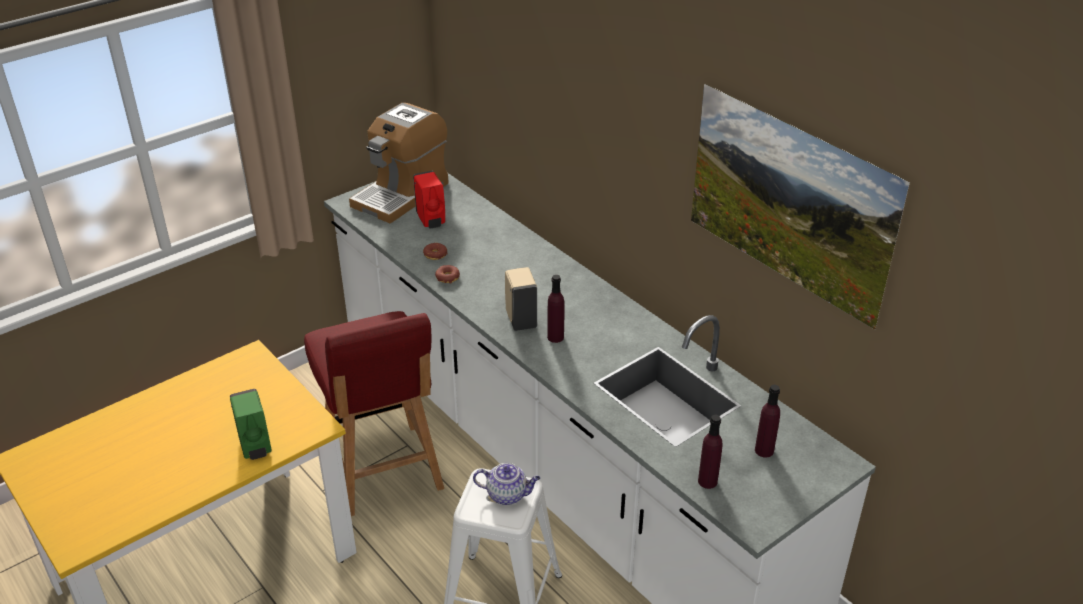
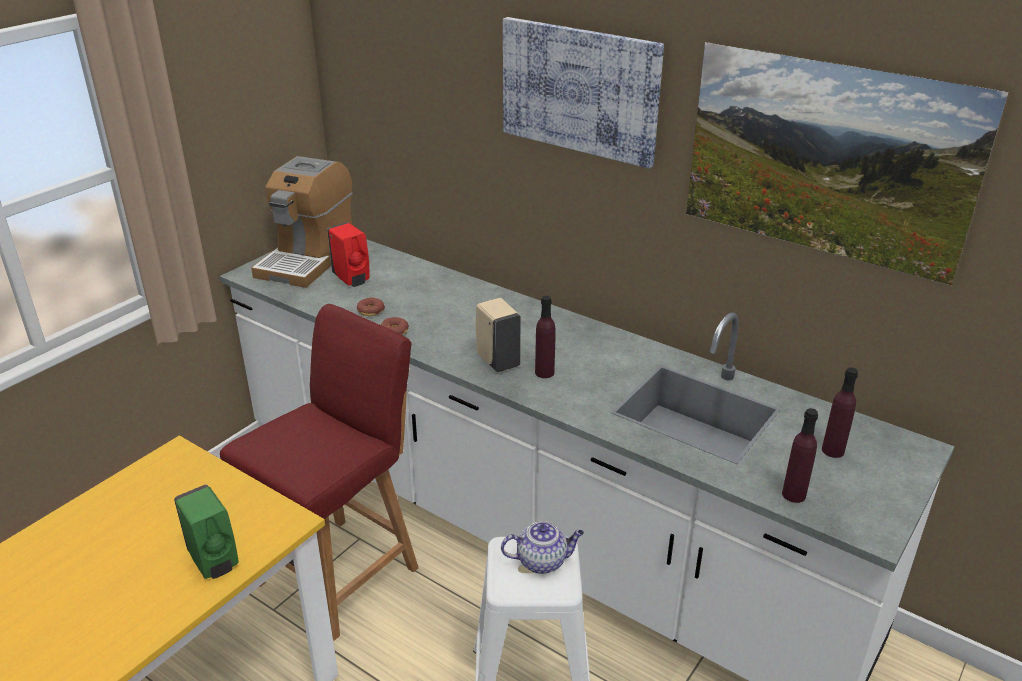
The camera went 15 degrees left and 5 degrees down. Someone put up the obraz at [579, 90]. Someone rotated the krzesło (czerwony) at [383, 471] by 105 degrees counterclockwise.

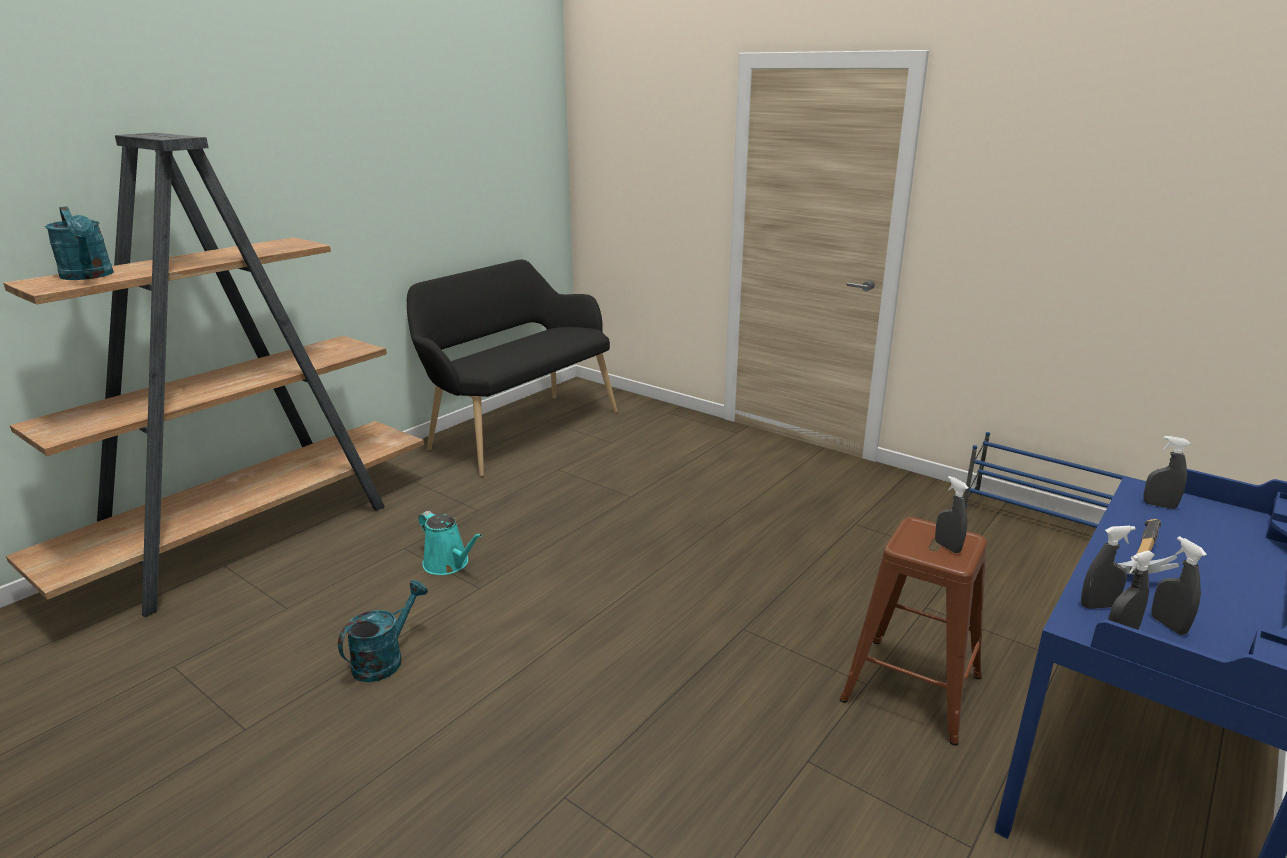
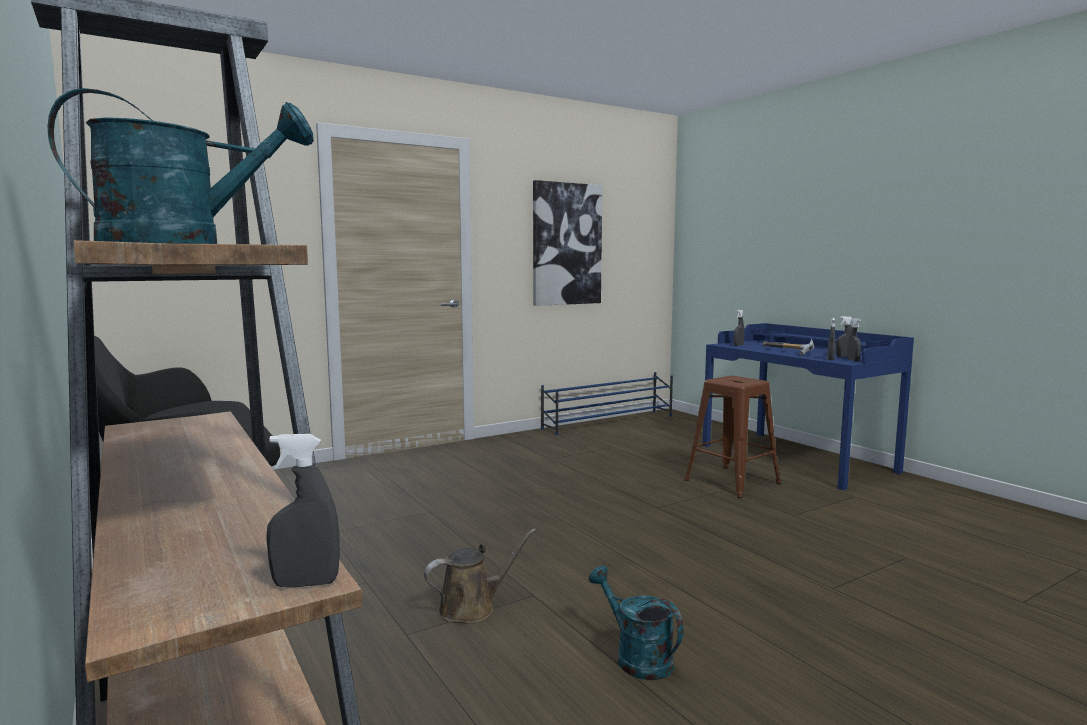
The camera went 70 degrees left and 15 degrees down. Someone put up the obraz at [566, 244]. Someone carried the spryskiwacz (szary) from [947, 547] to [306, 583]. Someone repainted the konewka (turkusowy) at [449, 564], which became the konewka (brązowy) at [472, 608].

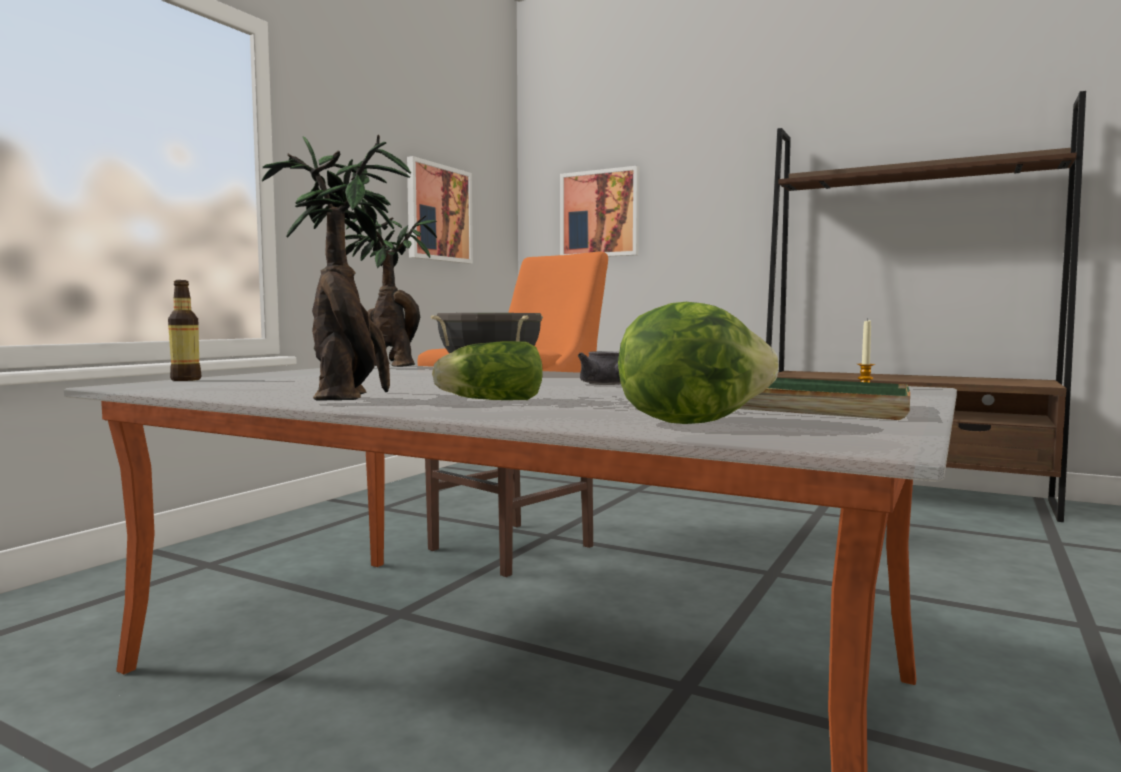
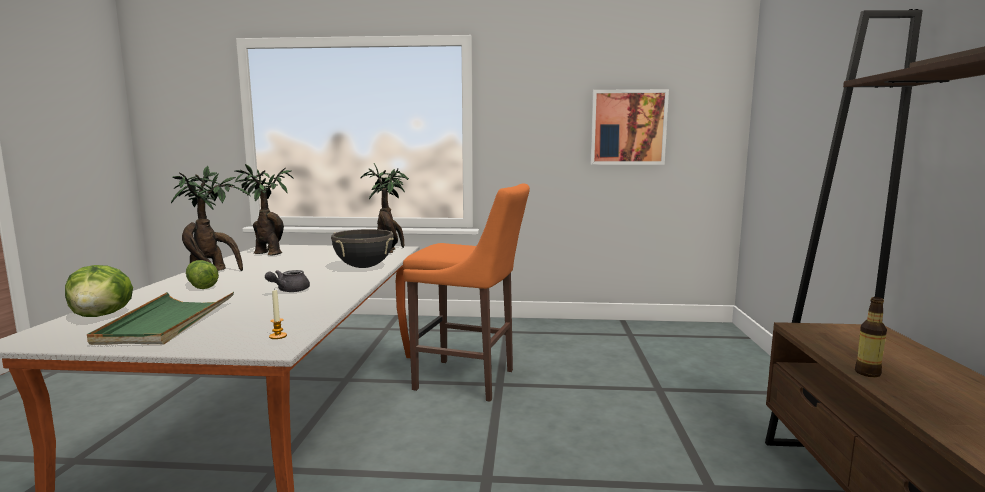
The camera went 65 degrees right and 5 degrees up. Someone took away the obraz at [600, 214]. Someone put down the roślina doniczkowa at [267, 254]. Someone carried the butelka from [185, 380] to [867, 373].

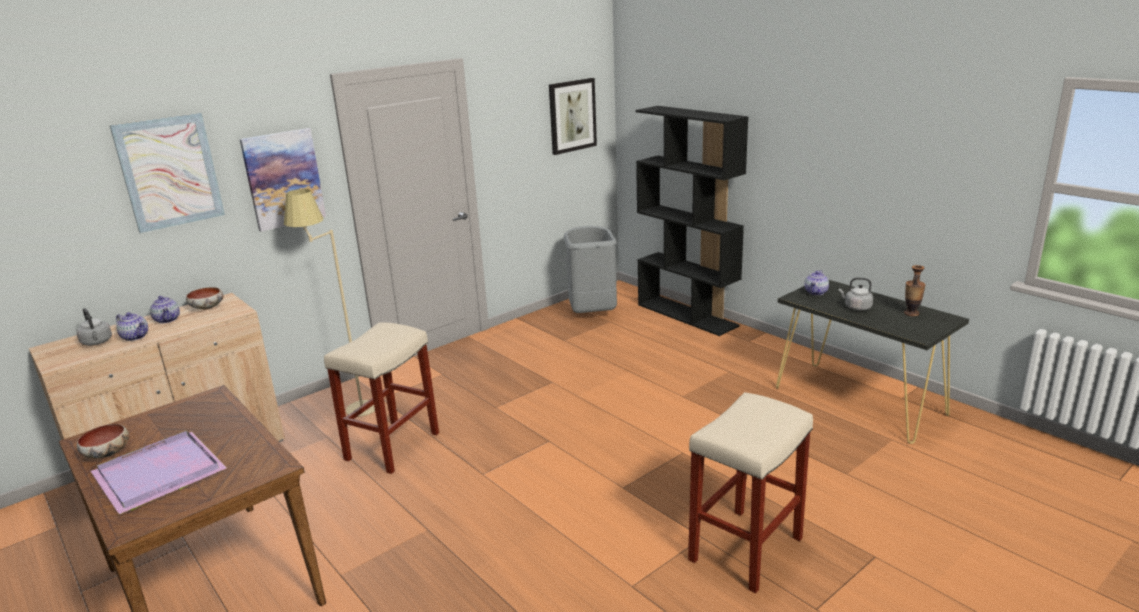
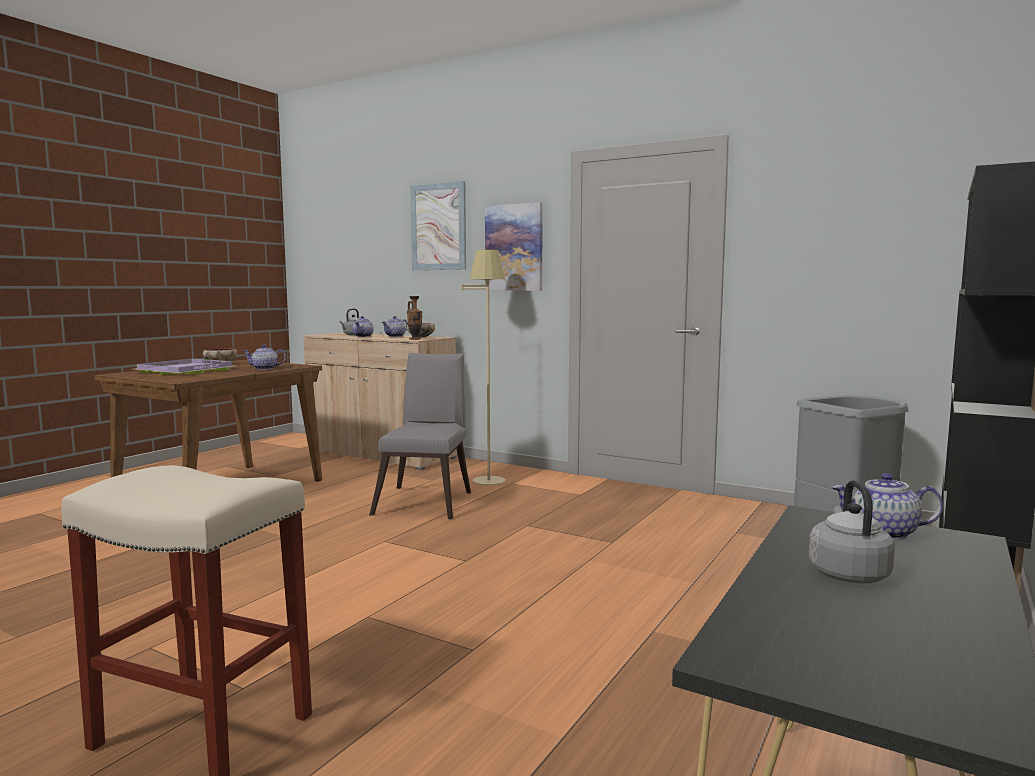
The camera went 70 degrees right and 15 degrees down. Someone took away the obraz at [572, 116]. Someone put down the imbryk at [265, 368]. Someone carried the wazon from [911, 313] to [415, 339]. Someone swapped the stołek (beżowy) at [393, 445] for the krzesło (szary) at [427, 501].

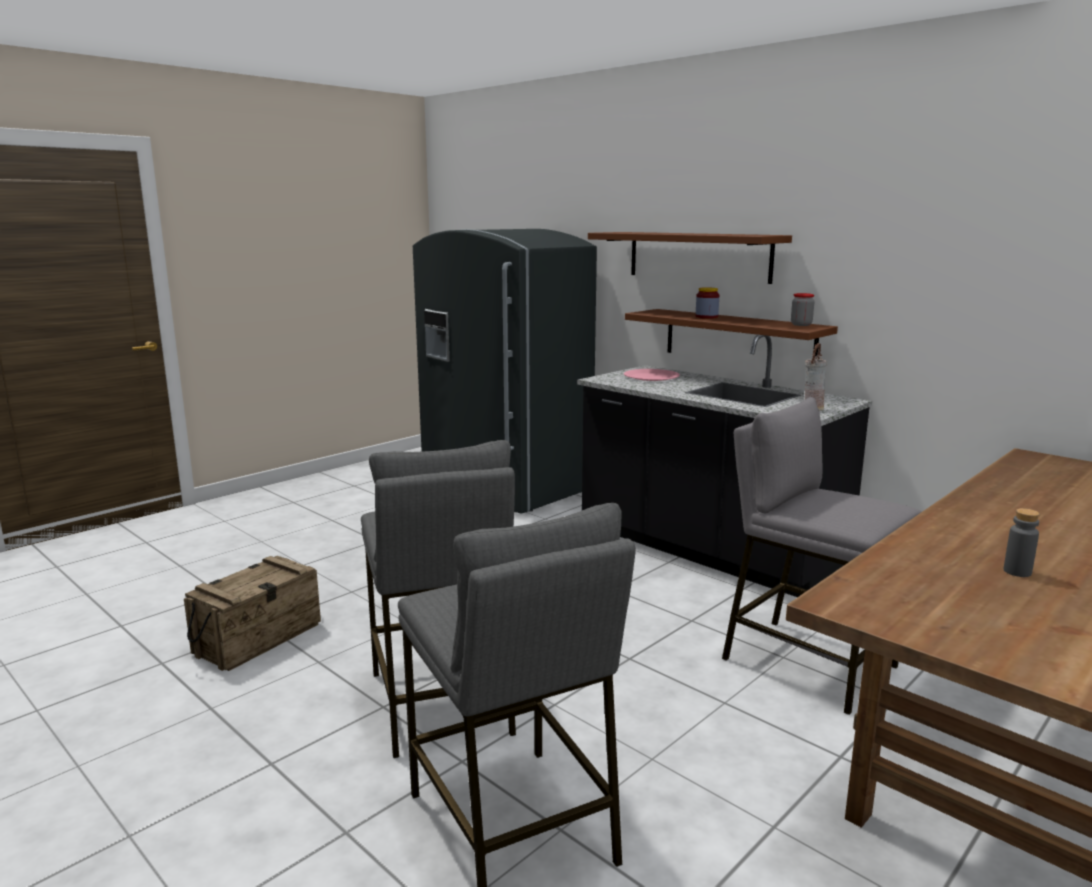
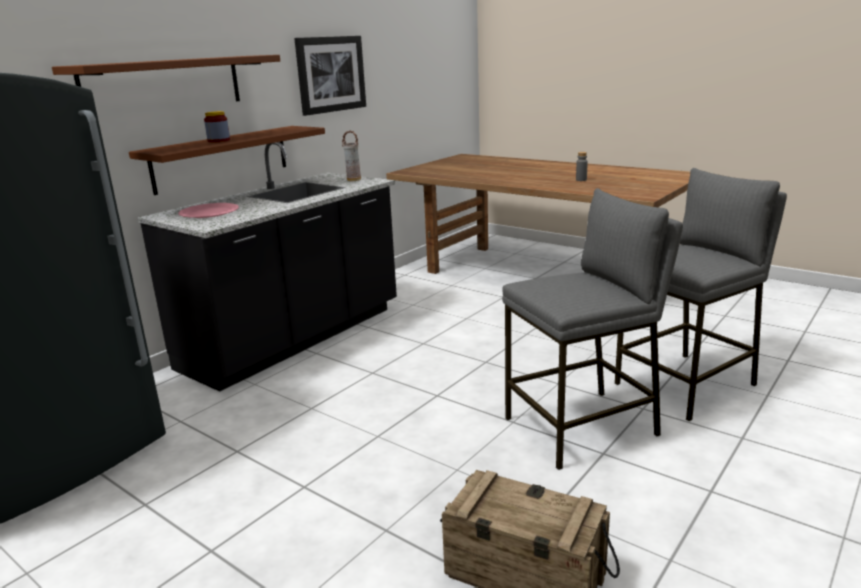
The camera went 95 degrees left and 5 degrees up. Someone took away the stołek (szary) at [808, 662]. Someone took away the słoik at [801, 325]. Someone put up the obraz at [330, 74].

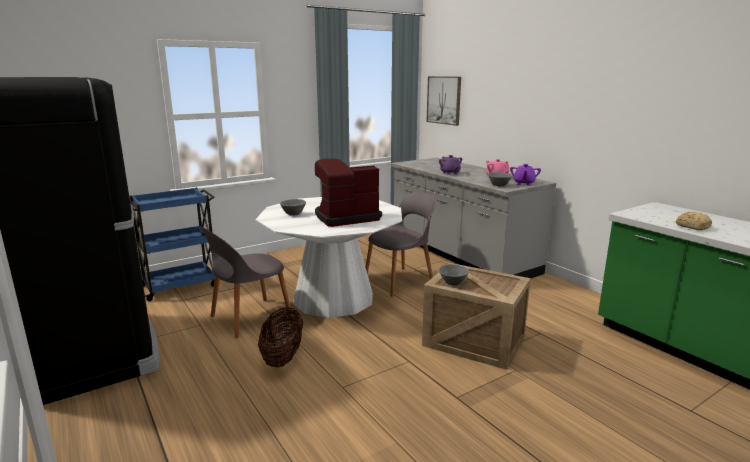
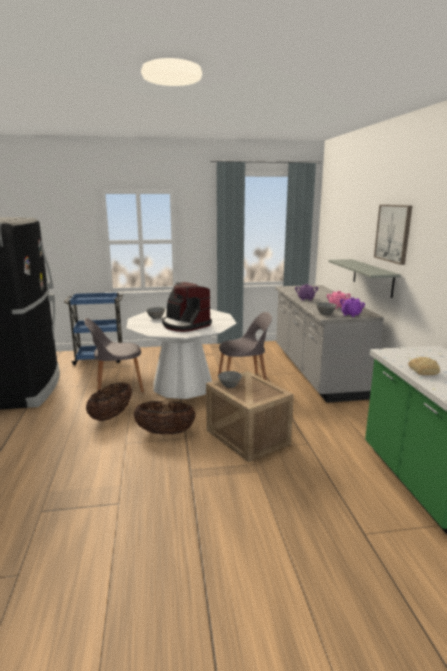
The camera went 25 degrees right and 0 degrees up. Someone put down the koszyk at [165, 432]. Someone put up the półka (szary) at [372, 277]. Someone carried the obraz from [444, 100] to [393, 233]. Someone rotated the ekspres do kawy at [345, 217] by 135 degrees counterclockwise.

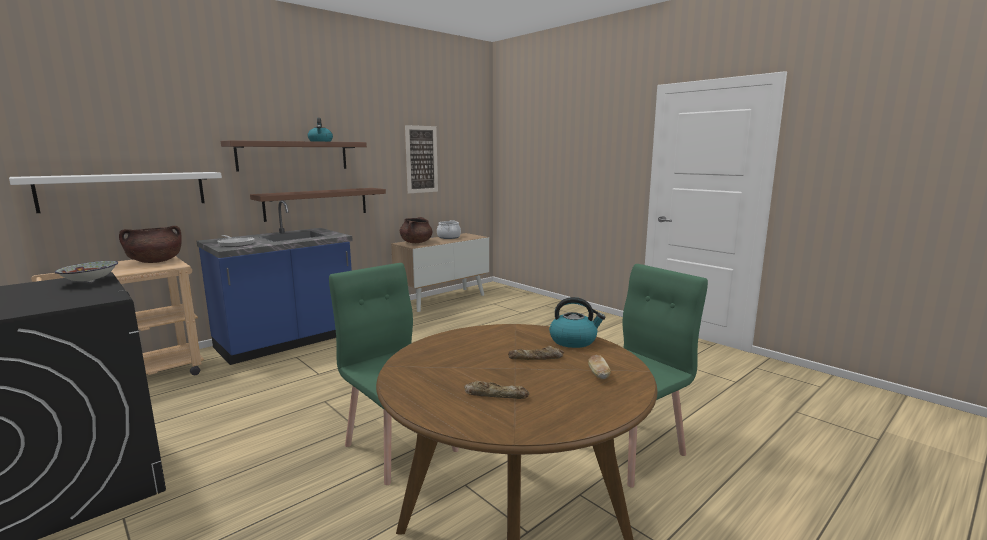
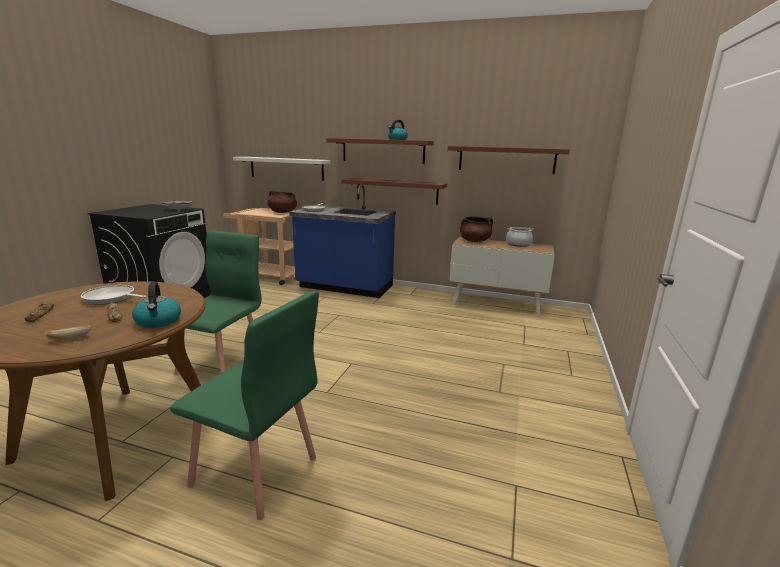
The camera went 60 degrees right and 5 degrees up. Someone put down the patelnia at [111, 298]. Someone swapped the obraz at [421, 159] for the półka (brązowy) at [506, 159].

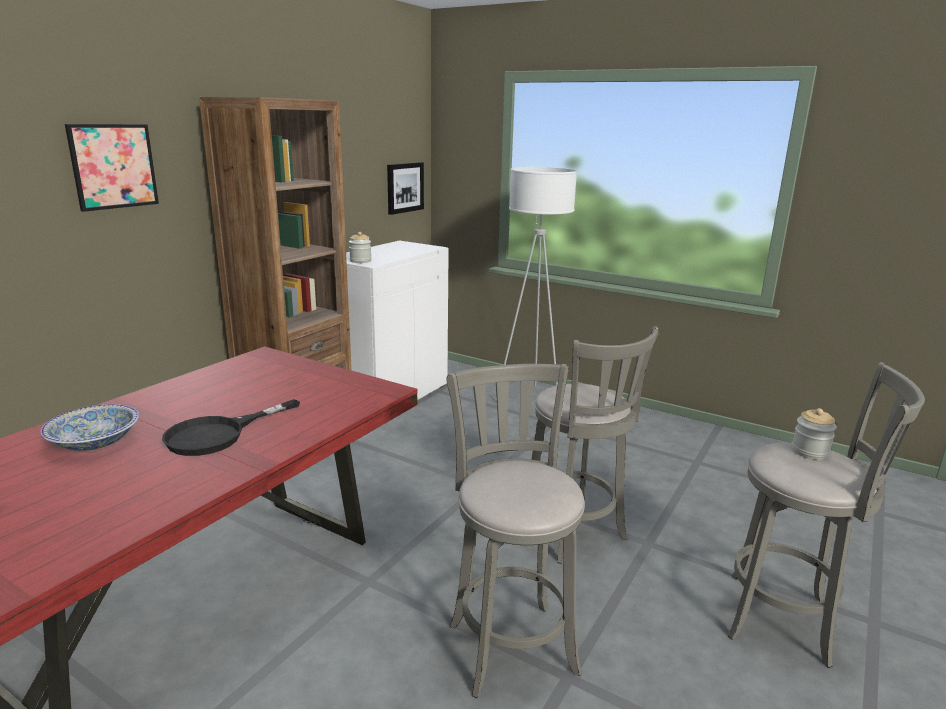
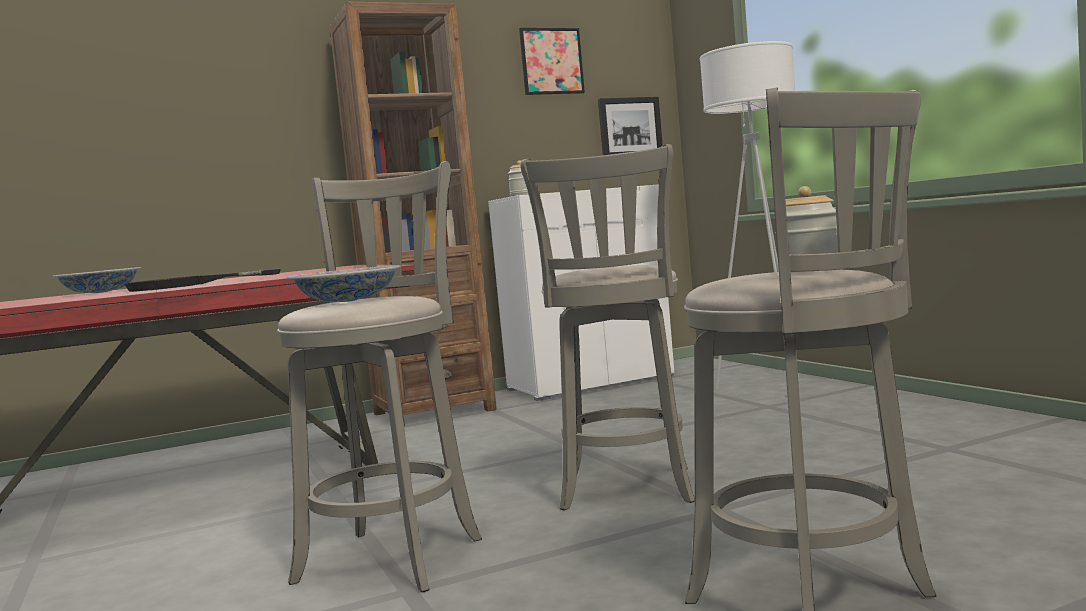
The camera went 35 degrees right and 15 degrees down. Someone put down the miska at [347, 301]. Someone carried the obraz from [113, 166] to [551, 61].

